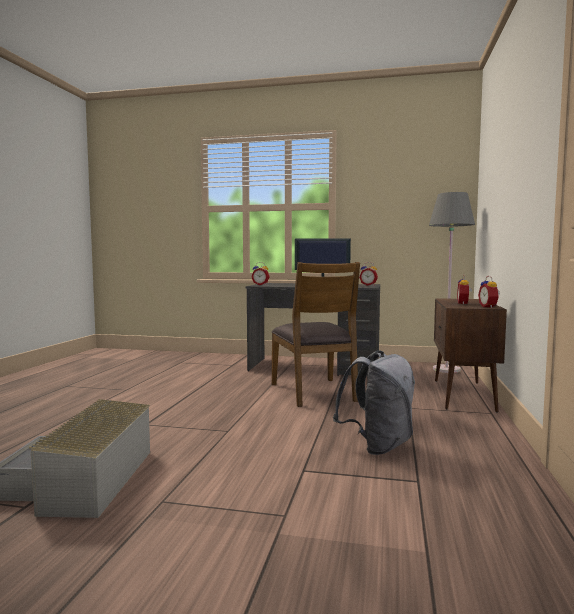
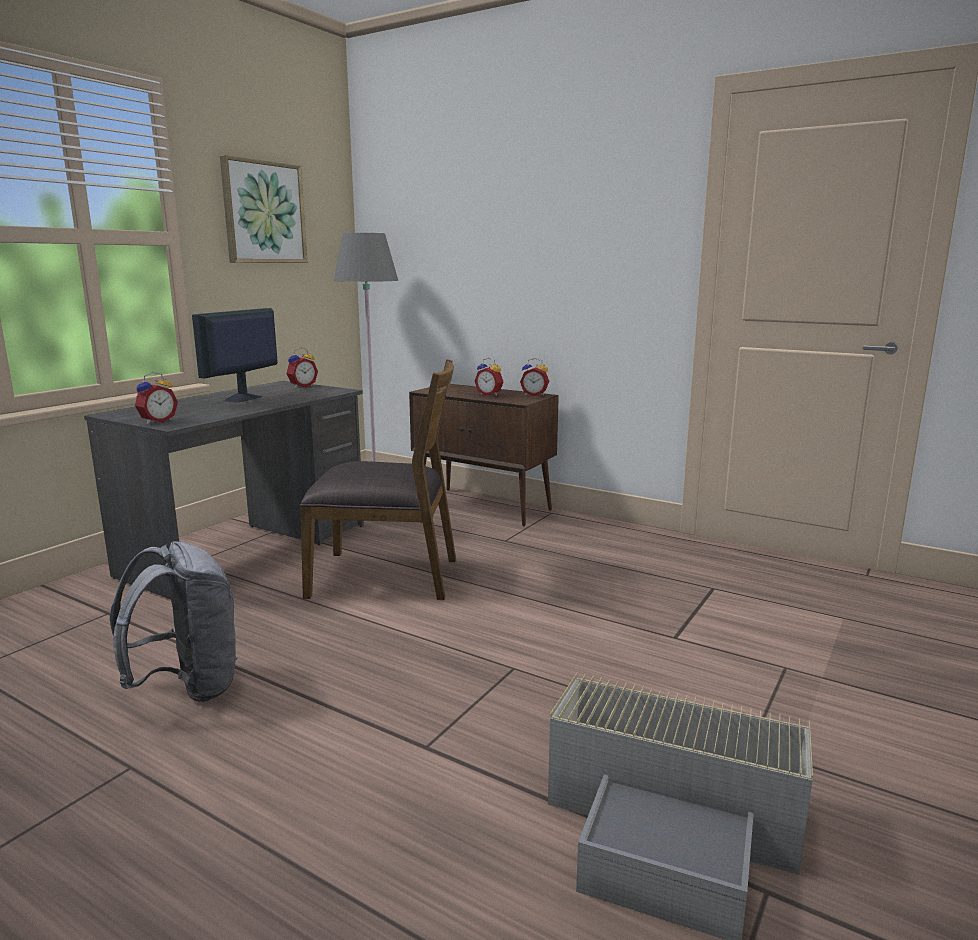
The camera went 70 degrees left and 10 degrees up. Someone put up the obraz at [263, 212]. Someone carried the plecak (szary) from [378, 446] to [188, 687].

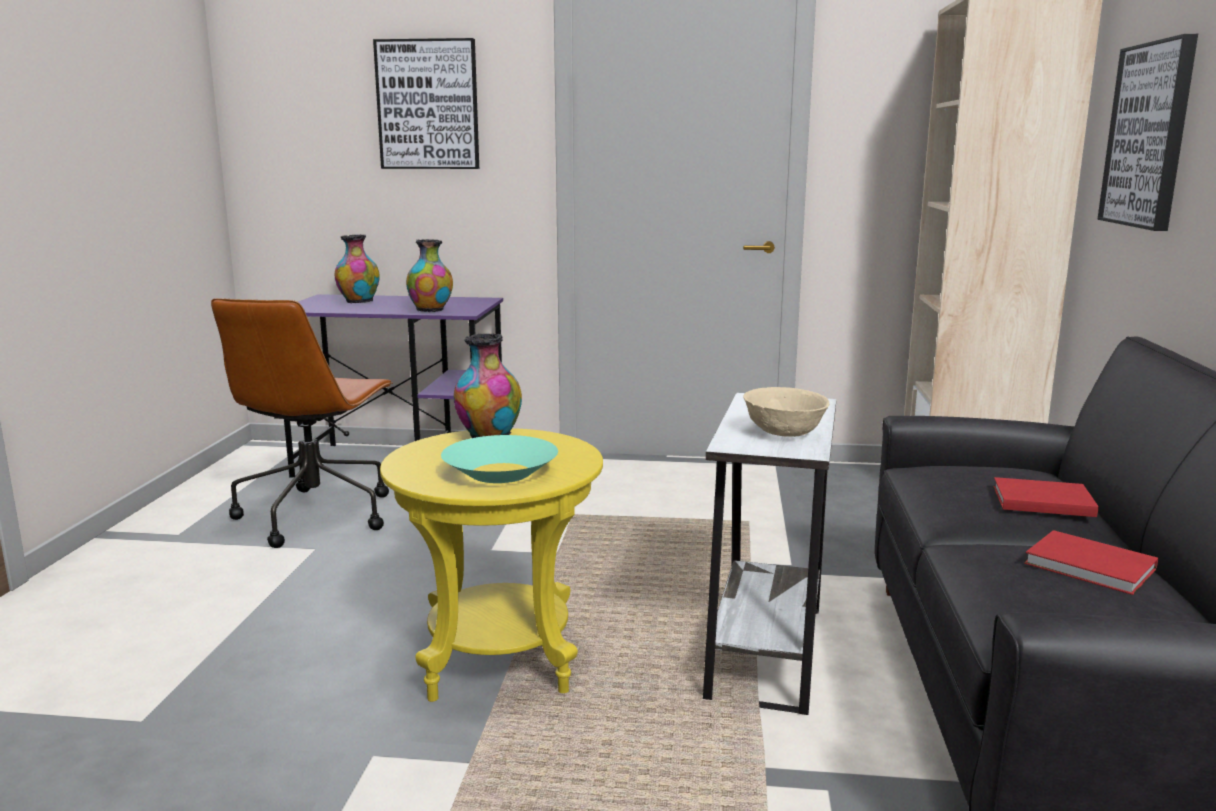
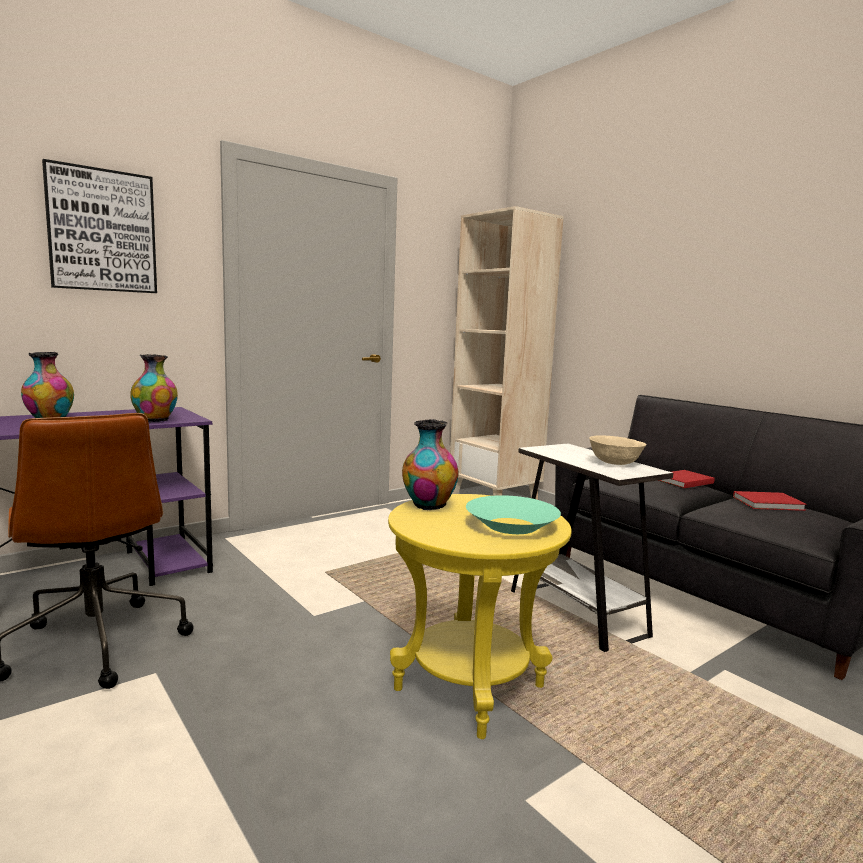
The camera went 45 degrees left and 5 degrees down. Someone took away the obraz at [1149, 135].

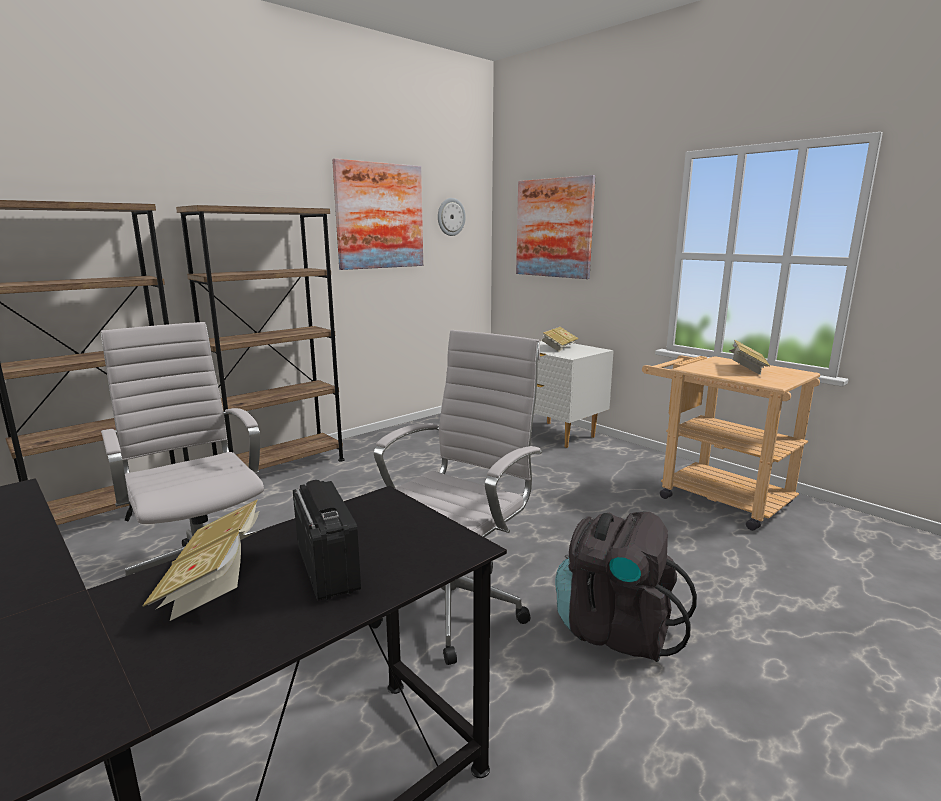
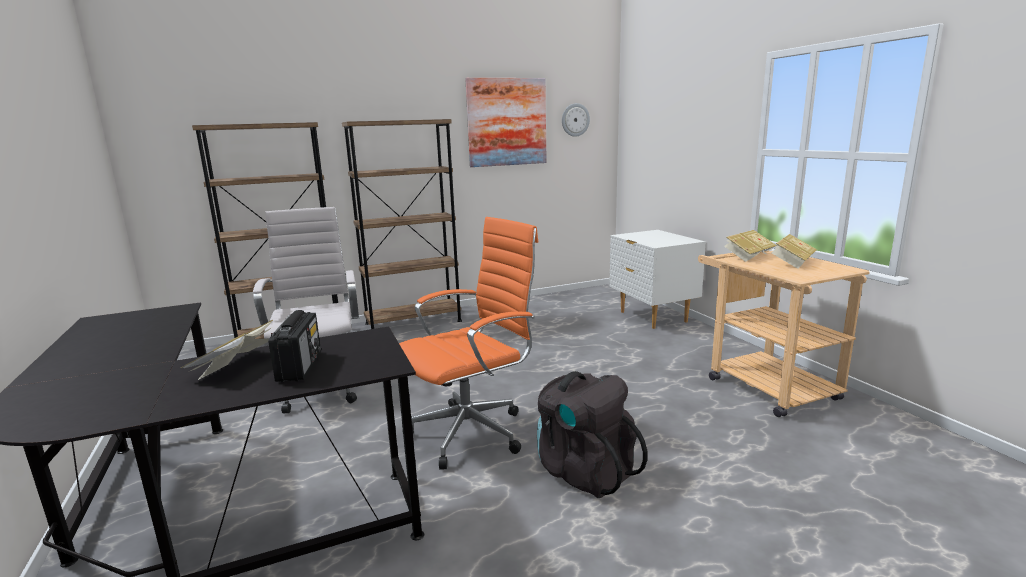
The camera went 20 degrees right and 0 degrees up. Someone took away the obraz at [554, 228]. Someone carried the książka from [559, 348] to [748, 256]. Someone repainted the krzesło biurowe (biały) at [454, 604], which became the krzesło biurowe (pomarańczowy) at [473, 432].

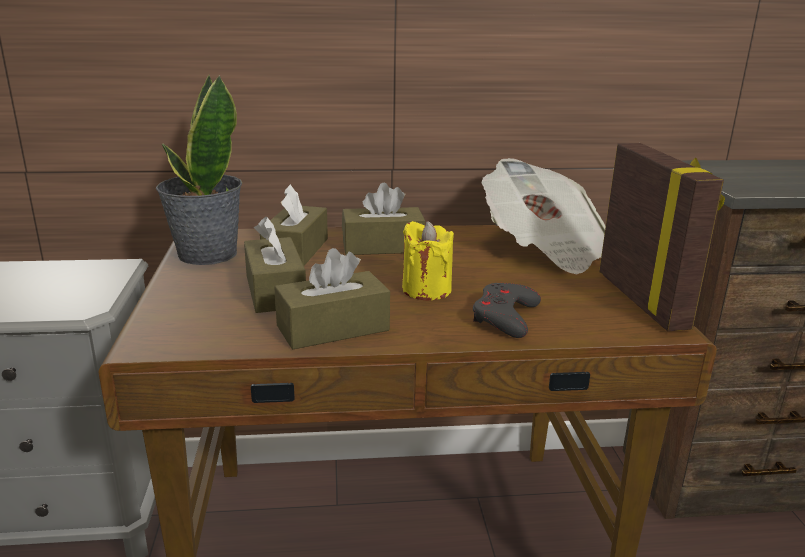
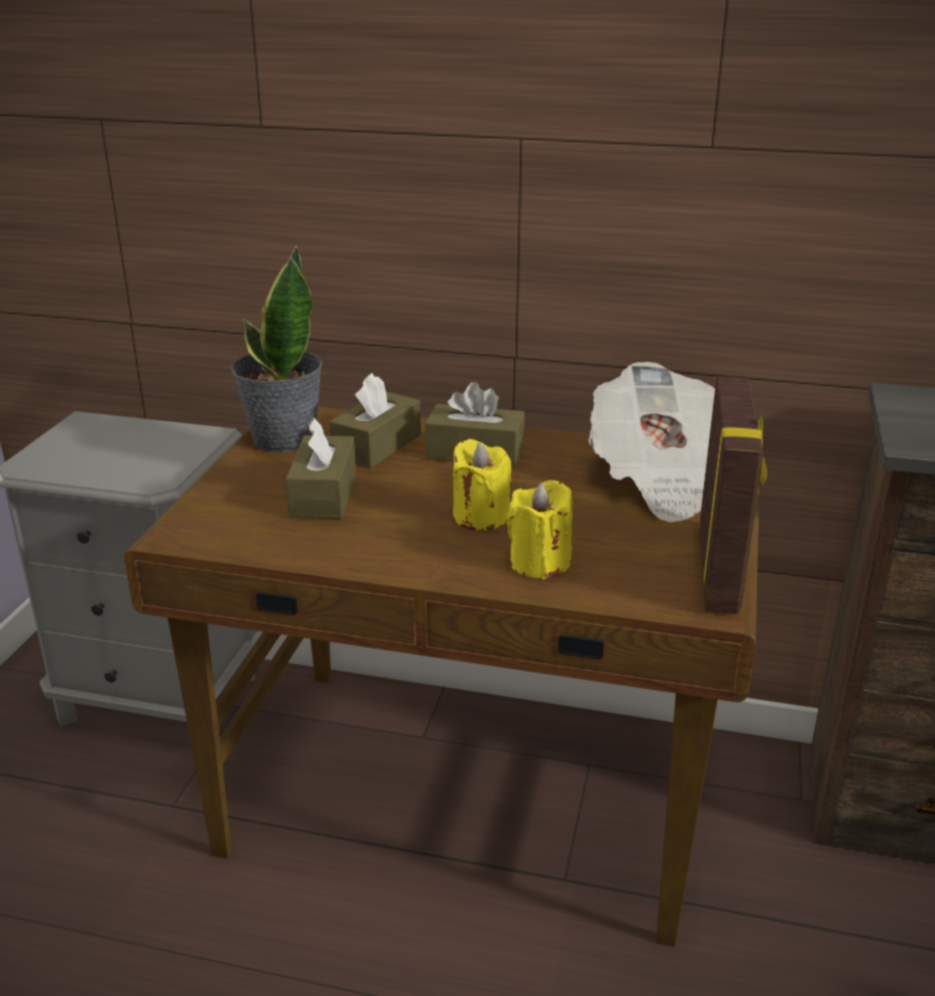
The camera went 20 degrees right and 5 degrees up. Someone took away the pudełko chusteczek (brązowy) at [333, 328]. Someone swapped the pad do gier (szary) at [505, 317] for the świeca (żółty) at [539, 563].

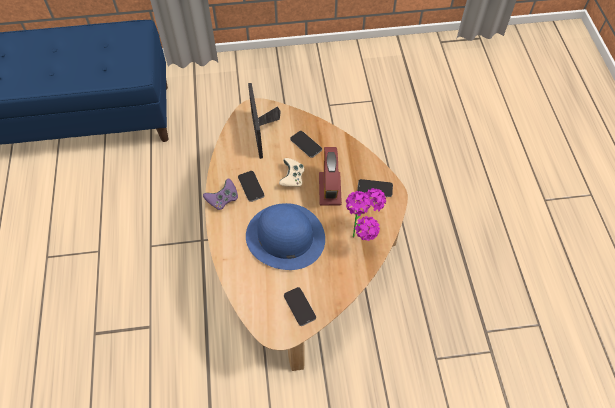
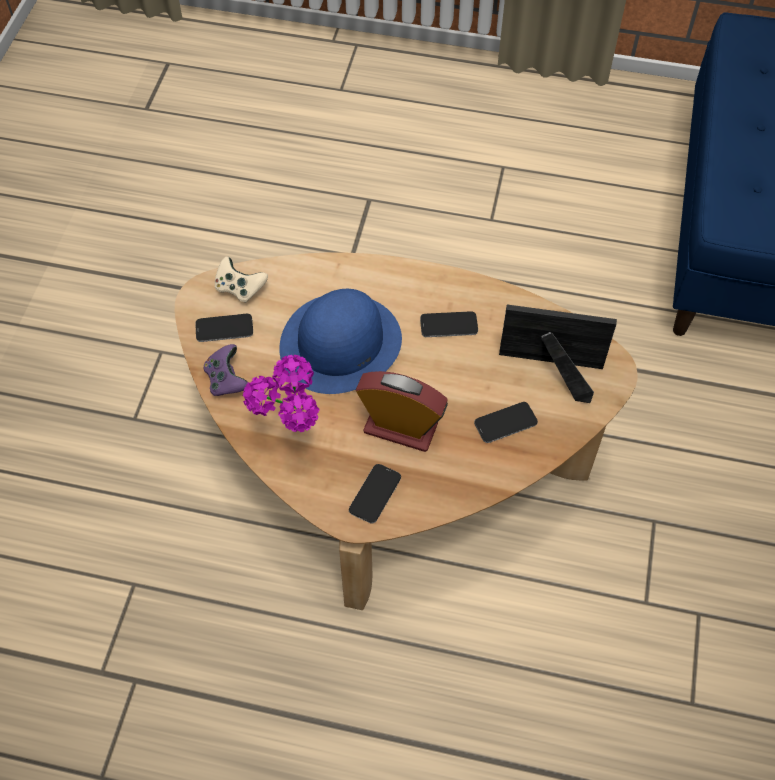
The camera went 110 degrees right and 0 degrees up. Someone carried the pad do gier (fioletowy) from [223, 200] to [226, 380]. Someone carried the pad do gier (beżowy) from [292, 178] to [240, 288].

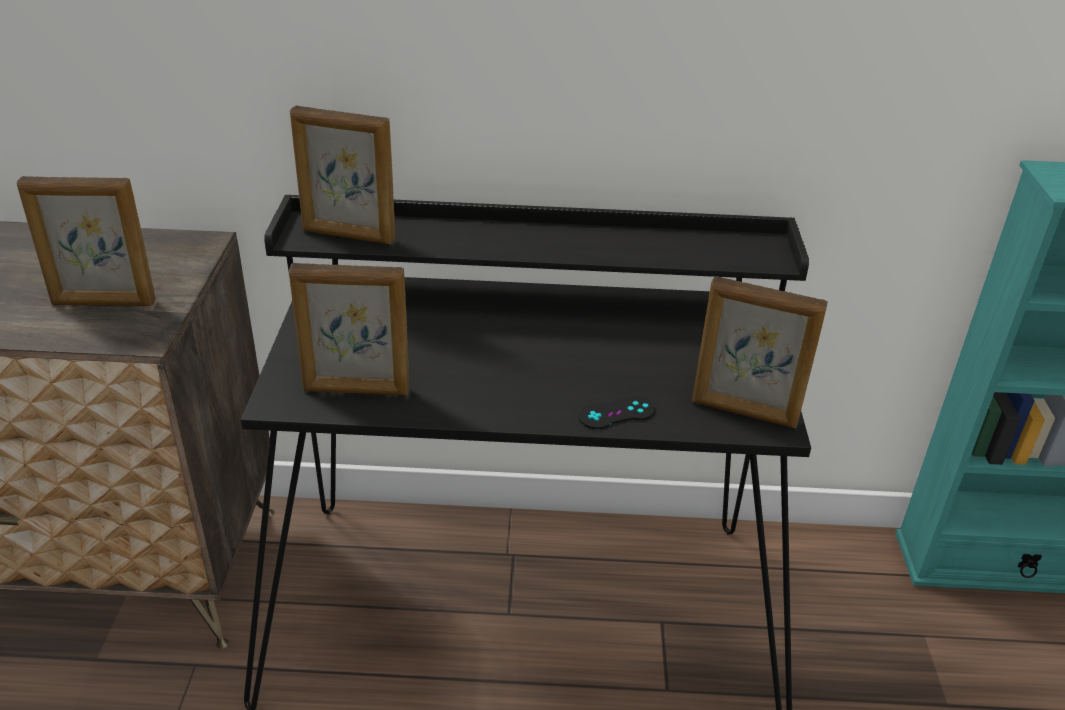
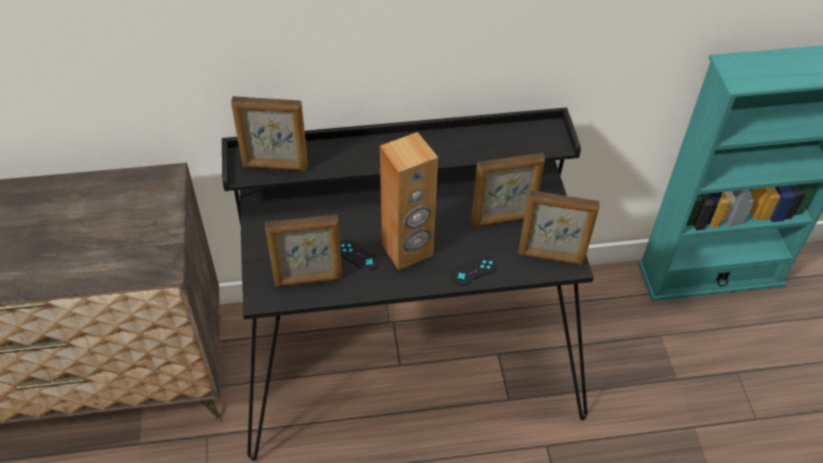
The camera went 10 degrees left and 15 degrees up. Someone put down the pad do gier (czarny) at [357, 255]. Someone put down the głośnik (brązowy) at [407, 250]. Someone carried the ramka na zdjęcie from [103, 303] to [503, 220].

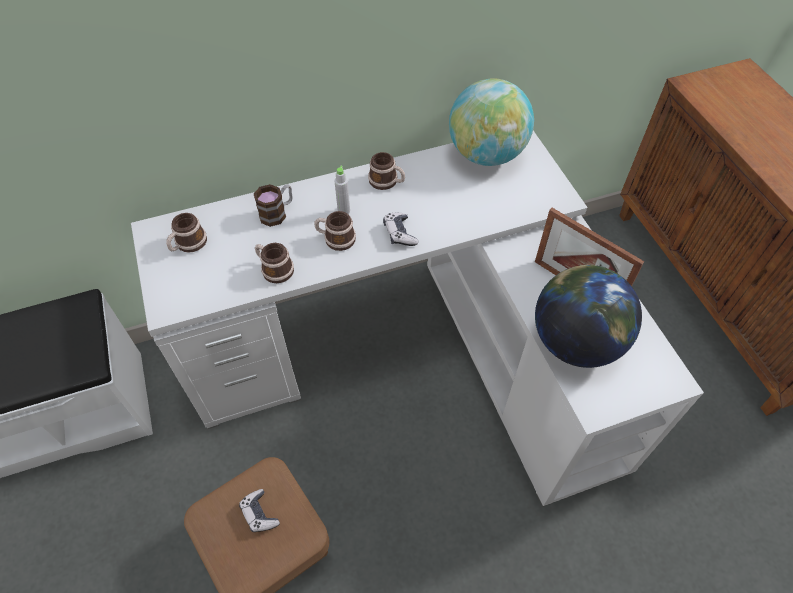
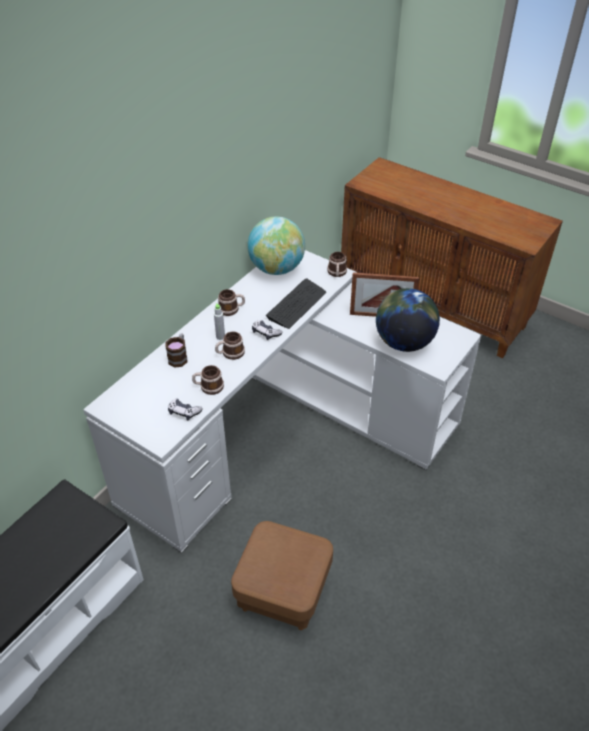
The camera went 35 degrees left and 10 degrees down. Someone put down the klawiatura at [296, 305]. Someone carried the kubek from [188, 244] to [337, 273]. Someone carried the pad do gier from [259, 514] to [184, 412].

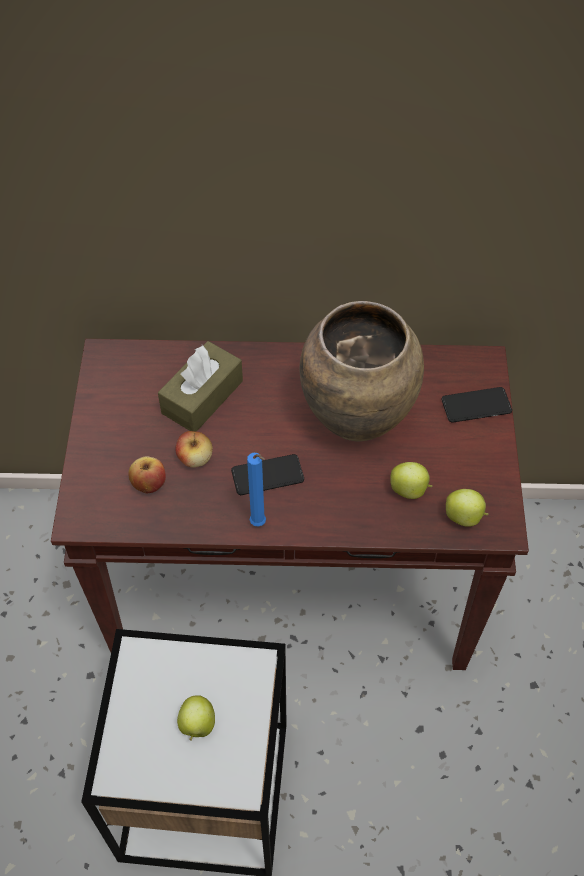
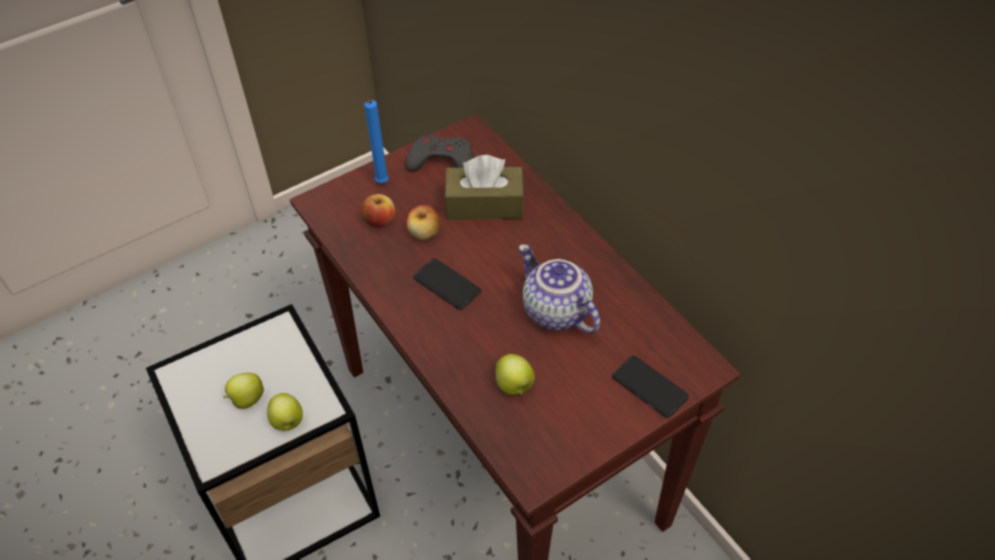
The camera went 55 degrees right and 5 degrees down. Someone put down the pad do gier (szary) at [441, 161]. Someone carried the świeca (niebieski) from [259, 524] to [381, 184]. Someone carried the jabłko from [464, 517] to [288, 422]. Someone swapped the wazon (brązowy) at [358, 419] for the imbryk at [554, 311].

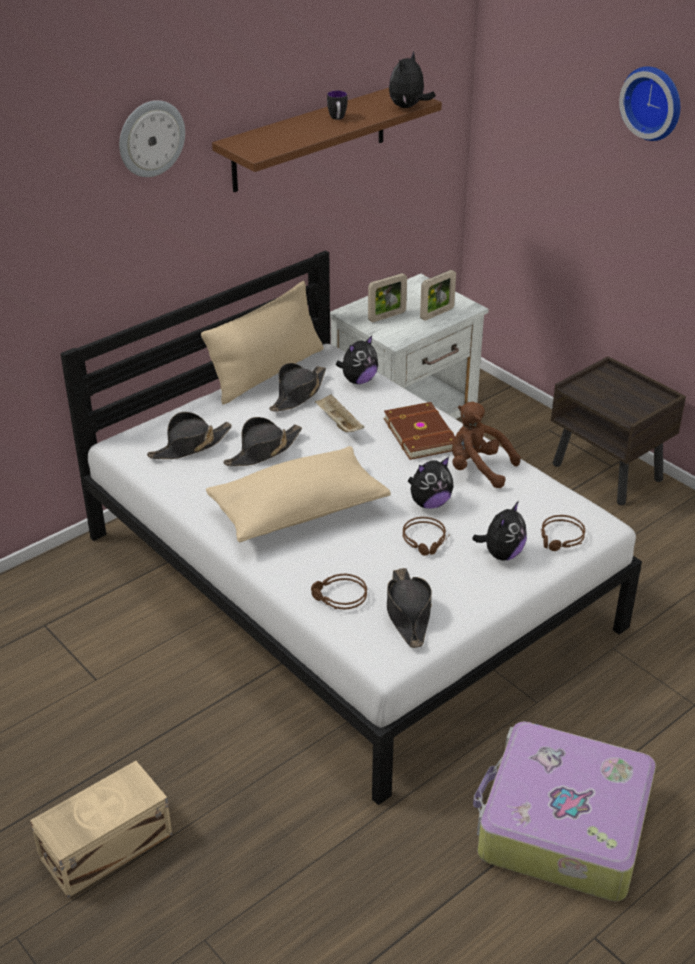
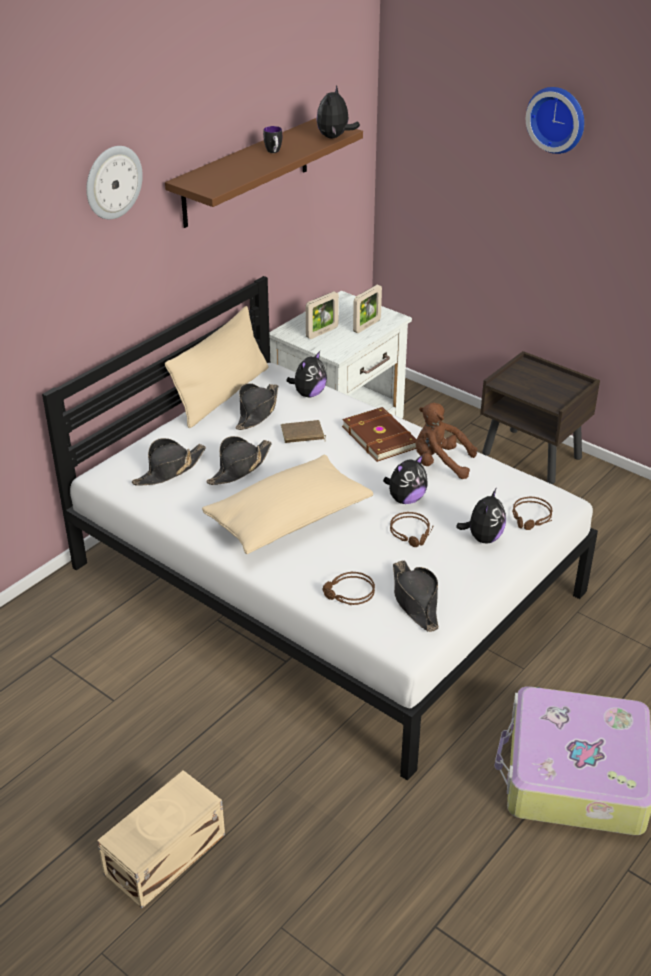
The camera went 10 degrees left and 0 degrees up. Someone swapped the taca (beżowy) at [338, 423] for the książka (brązowy) at [302, 435].

